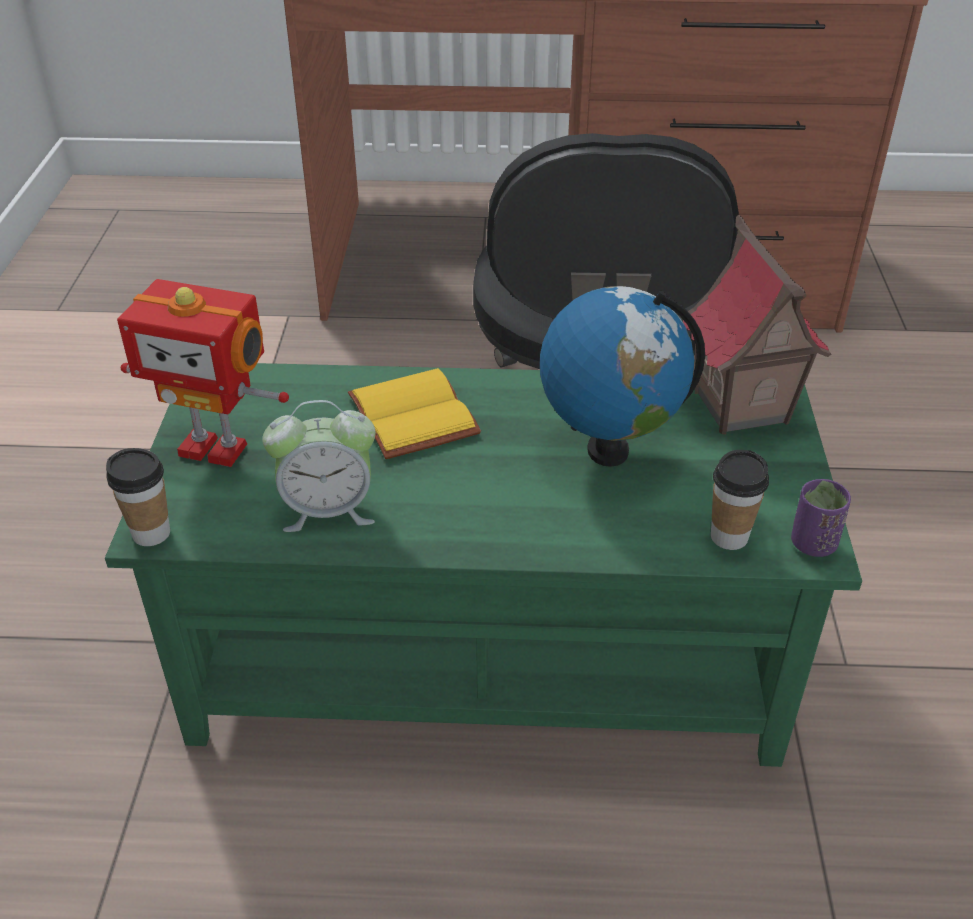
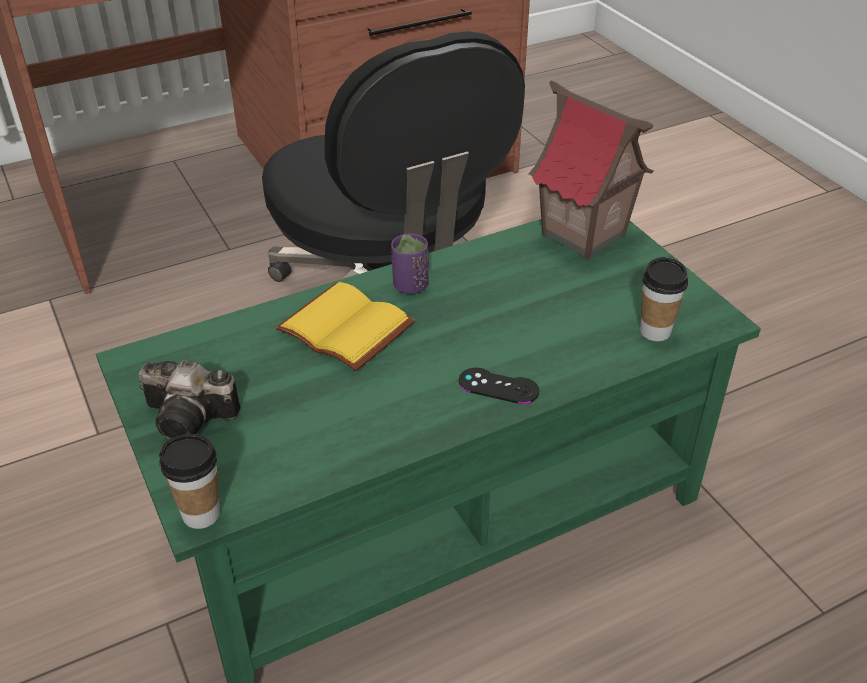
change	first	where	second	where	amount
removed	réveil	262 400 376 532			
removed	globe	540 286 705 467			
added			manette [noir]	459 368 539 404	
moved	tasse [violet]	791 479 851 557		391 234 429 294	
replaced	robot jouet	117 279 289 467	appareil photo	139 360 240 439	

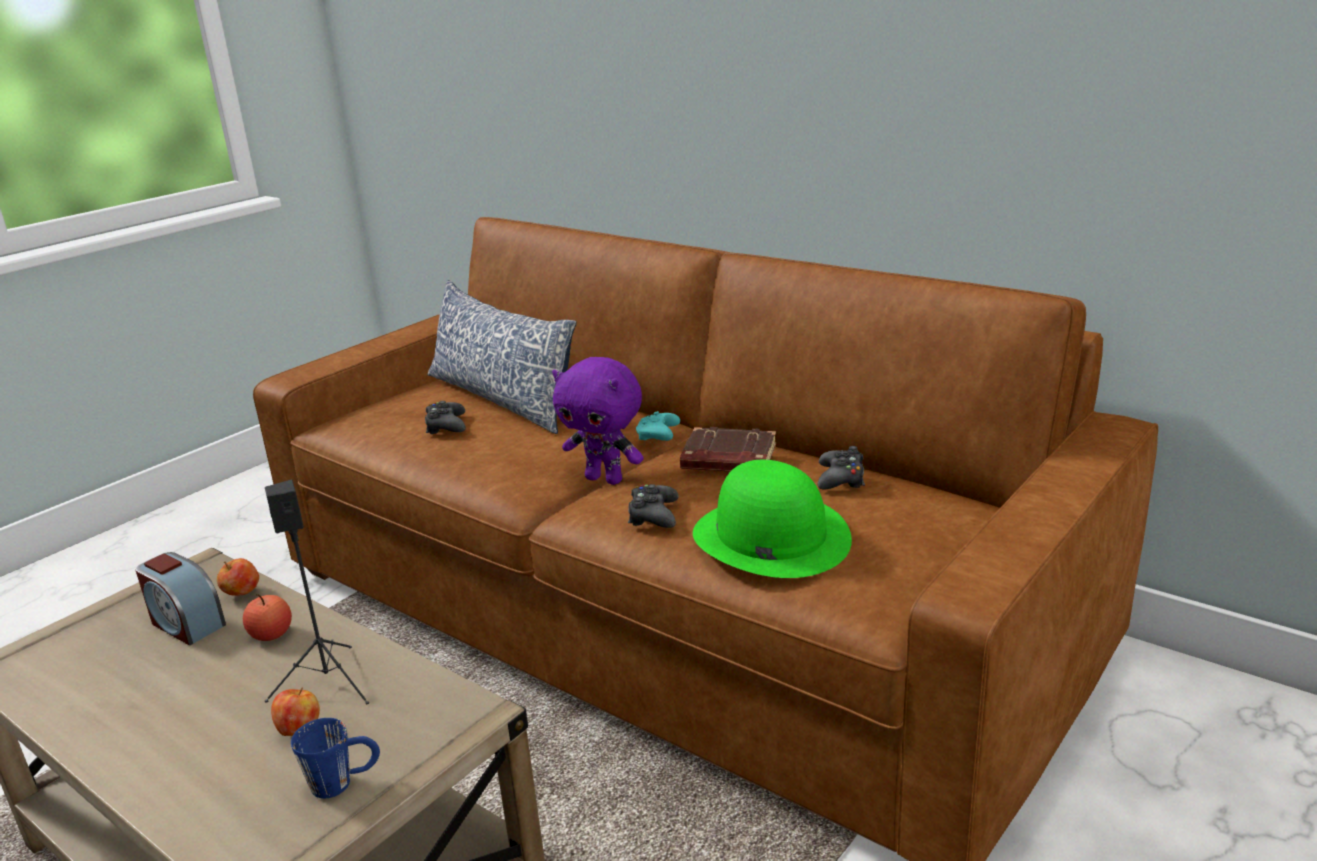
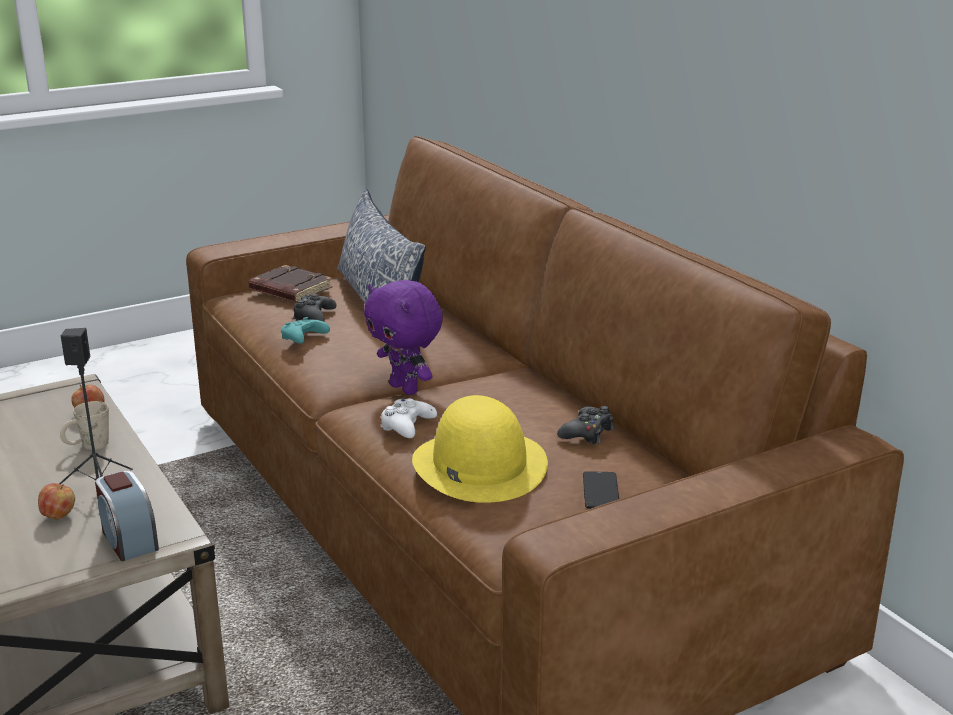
change	first	where	second	where	amount
removed	mug [bleu]	291 718 380 798			
added			téléphone	583 471 619 509	
moved	réveil	135 552 226 645		95 471 159 561	
moved	manette [turquoise]	636 411 680 441		281 317 330 344	
moved	livre [marron]	680 427 776 471		248 265 332 302	
replaced	pomme	243 594 292 641	mug [beige]	60 401 109 450	
recoloured	manette [noir]	628 484 679 528	manette [blanc]	381 398 437 438	
recoloured	chapeau [vert]	693 460 852 578	chapeau [jaune]	412 395 548 503	

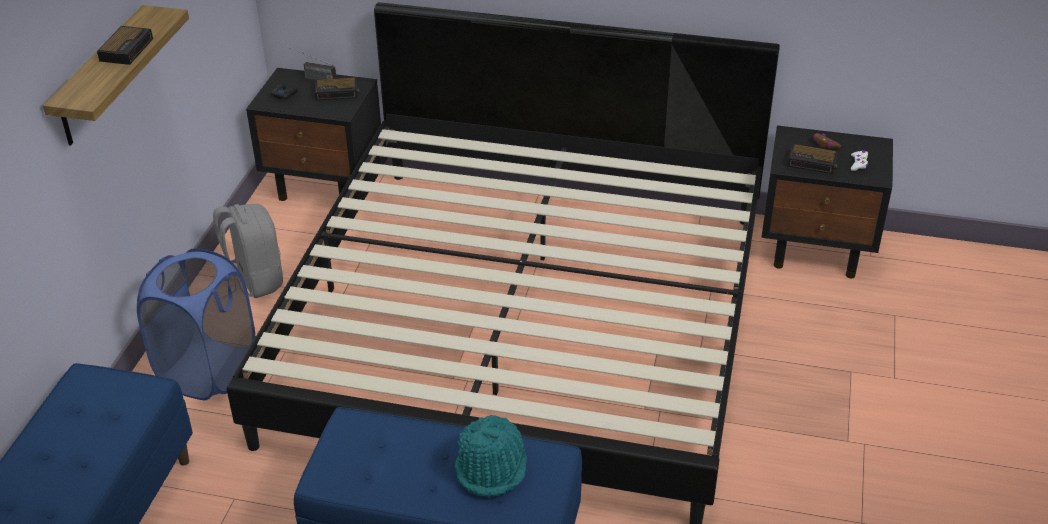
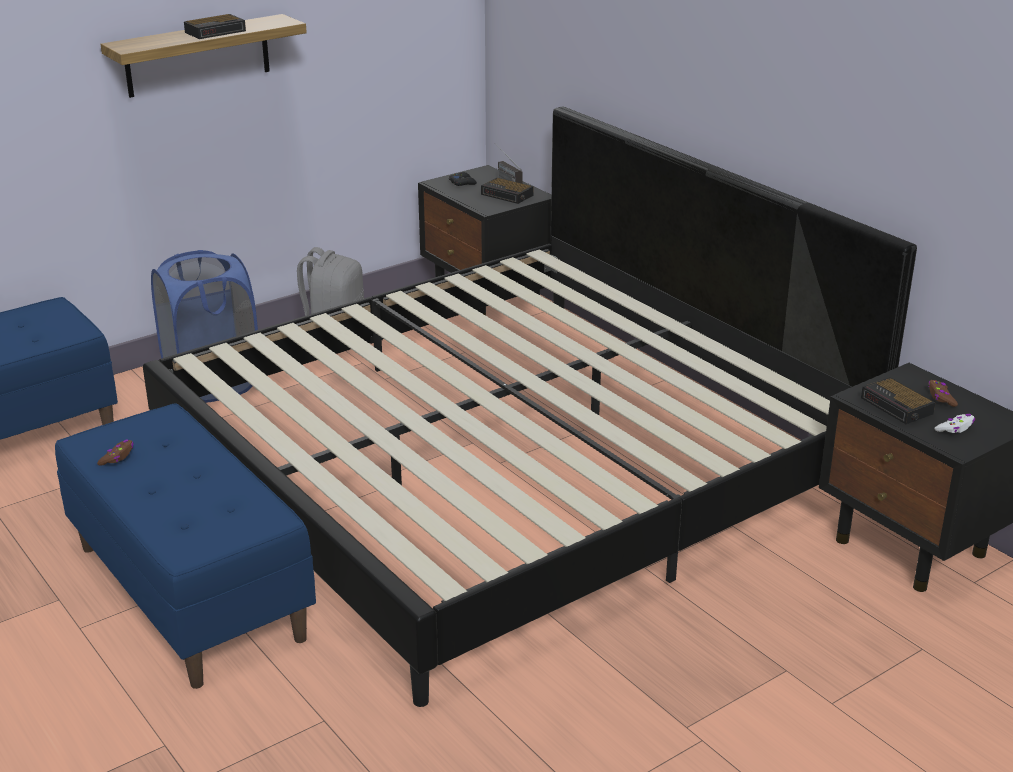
change	first	where	second	where	amount
removed	chapeau [turquoise]	455 415 527 497			
added			manette [marron]	97 439 134 466	

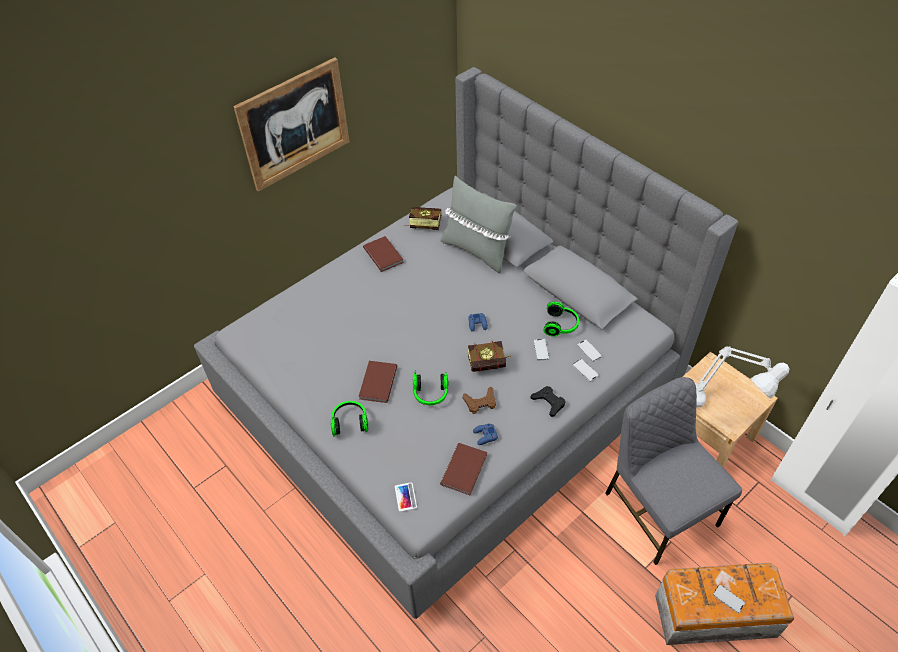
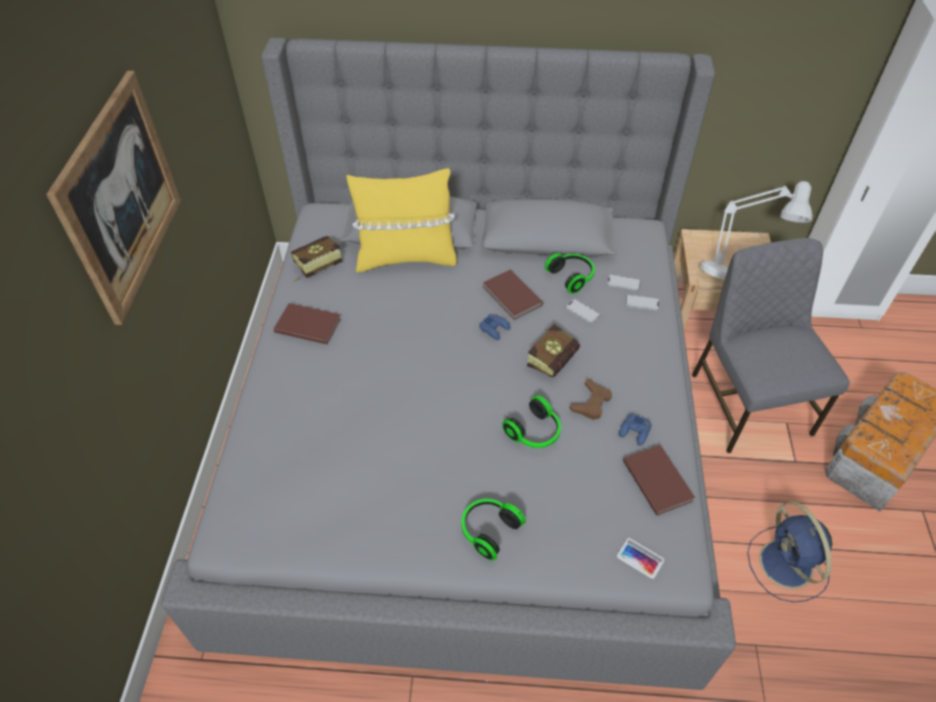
change	first	where	second	where	amount
removed	manette [noir]	530 386 566 417			
removed	téléphone	713 585 745 613			
added			ventilateur [bleu]	747 501 832 602	
moved	livre [marron]	359 361 397 403		483 269 543 320	
recoloured	coussin [gris]	440 176 516 273	coussin [jaune]	346 168 457 272	
turned	chaise [gris]	605 377 742 565		692 238 850 453	60 degrees clockwise

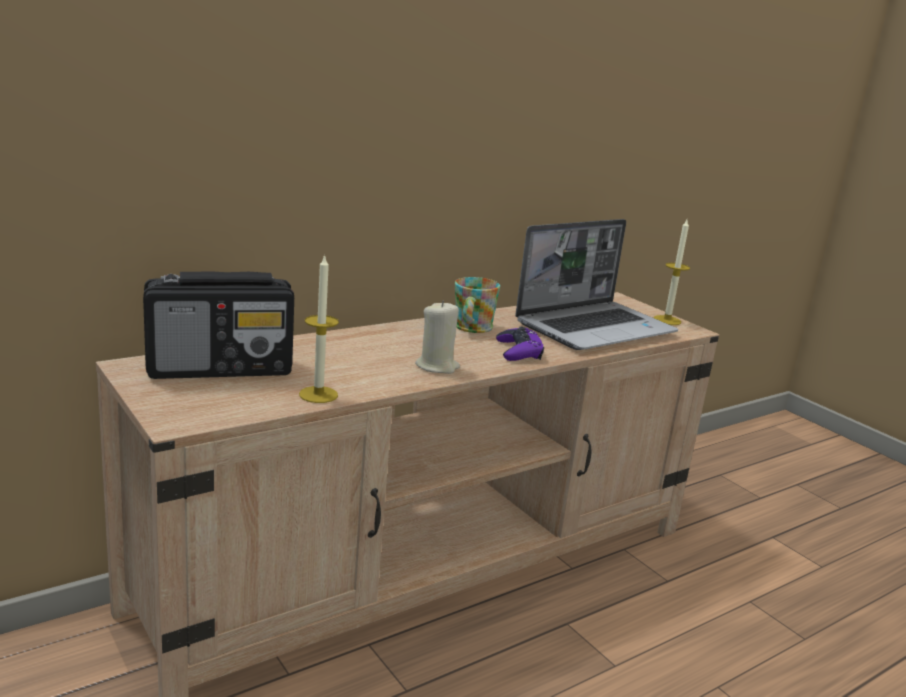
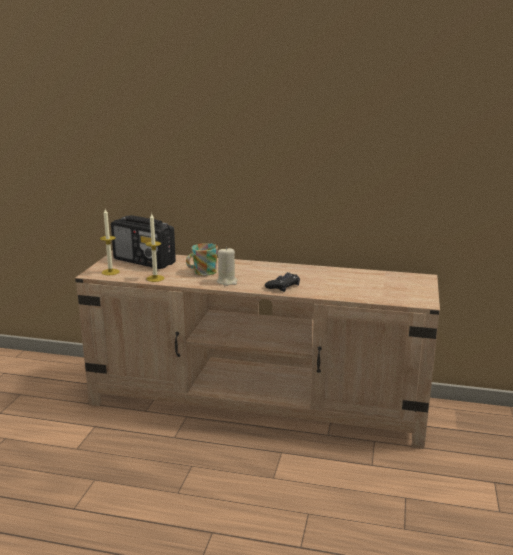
change	first	where	second	where	amount
removed	ordinateur portable	515 219 678 350			
moved	mug	455 277 500 333		186 243 218 276	
moved	bougie	654 220 690 325		100 209 120 275	
recoloured	manette [violet]	496 326 544 361	manette [noir]	265 272 300 292	

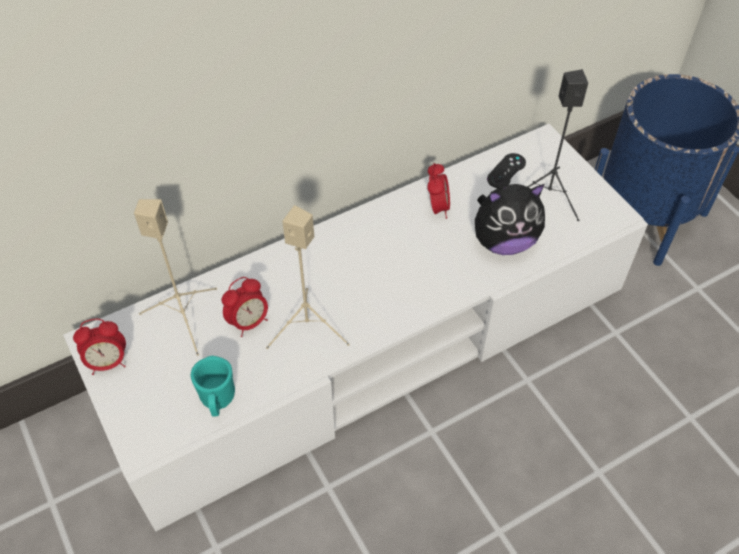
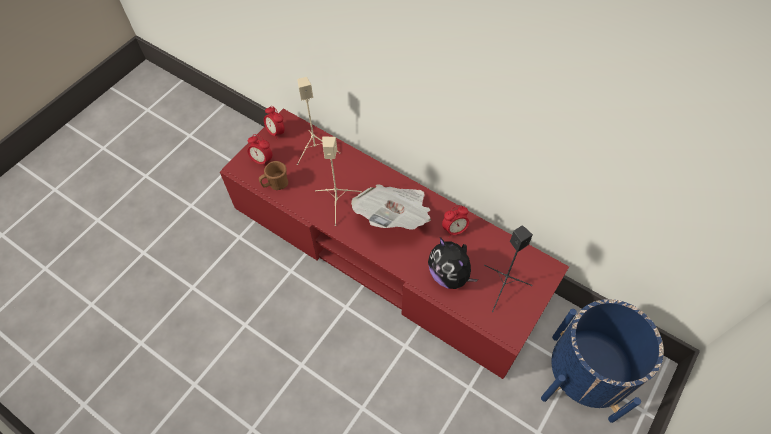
change	first	where	second	where	amount
removed	manette [noir]	487 153 526 188			
added			journal	351 184 431 230	
moved	réveil	221 277 268 337		247 134 272 166	
recoloured	meuble télé [blanc]	63 124 648 532	meuble télé [rouge]	220 109 569 379	
recoloured	mug [turquoise]	191 356 235 417	mug [marron]	259 161 288 190	

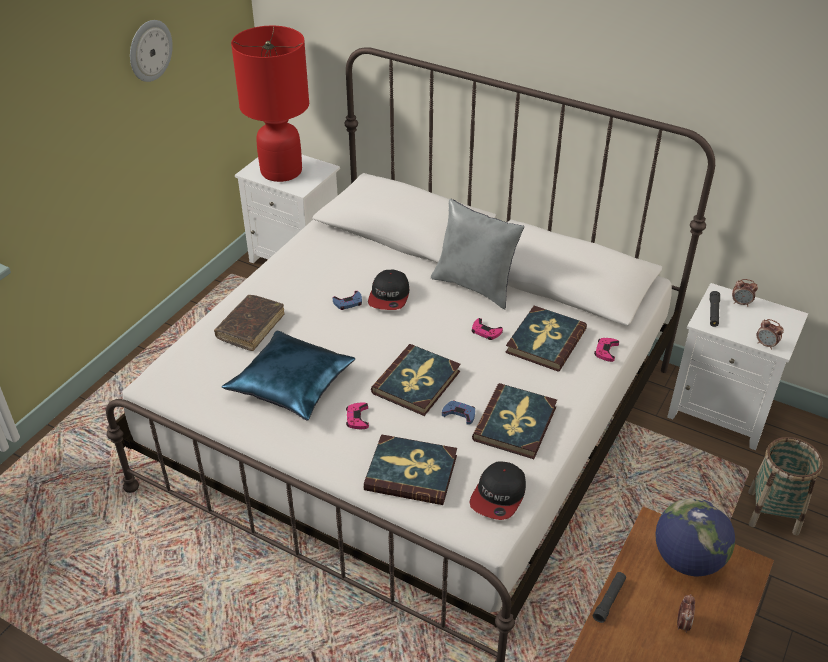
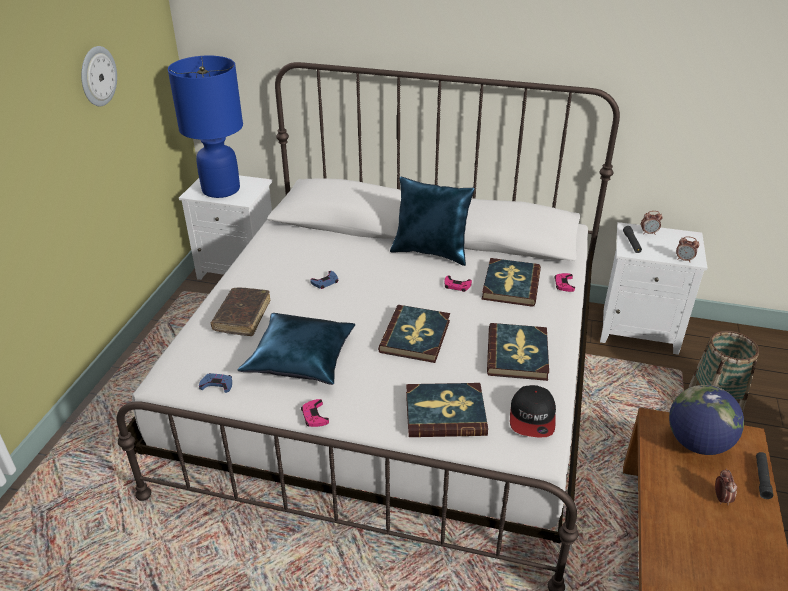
change	first	where	second	where	amount
removed	casquette	368 270 409 310			
moved	manette [rose]	346 402 369 429		301 399 329 427	
moved	manette [bleu]	442 400 475 425		199 373 232 393	
moved	lampe de poche [noir]	593 572 626 623		756 452 773 499	
recoloured	lampe de table [rouge]	231 26 309 182	lampe de table [bleu]	168 56 243 198	
recoloured	coussin [gris]	431 199 524 309	coussin [bleu]	390 177 475 266	

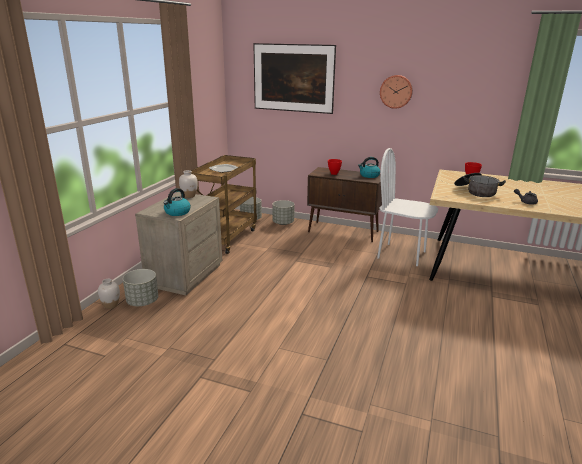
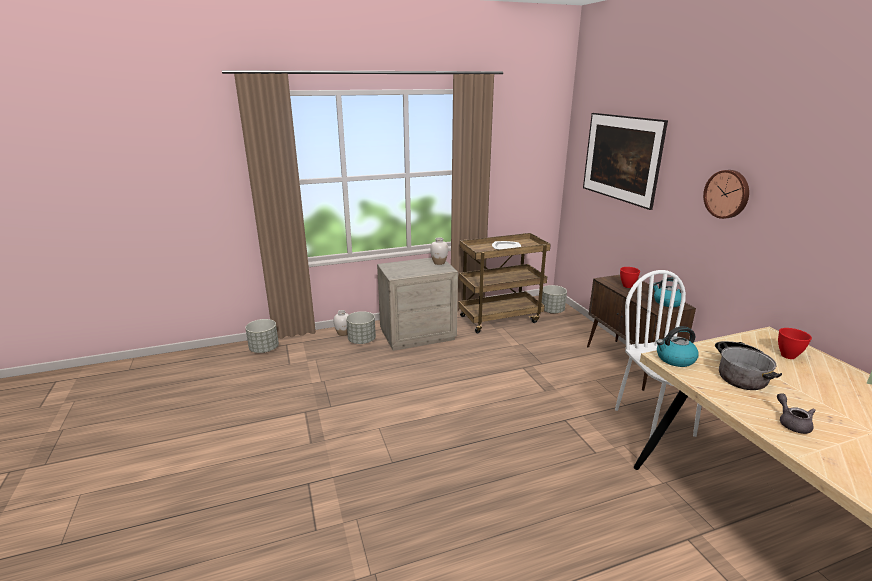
change	first	where	second	where	amount
moved	bouilloire	163 188 191 216		657 326 699 367	
moved	cache-pot [gris]	272 200 295 225		245 319 279 353	

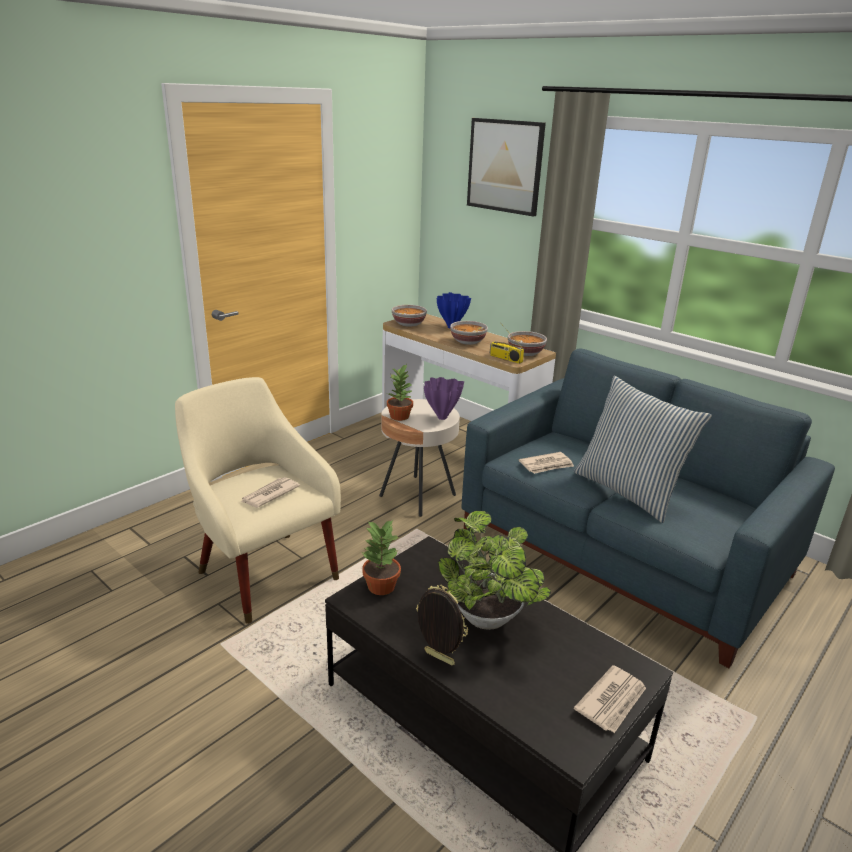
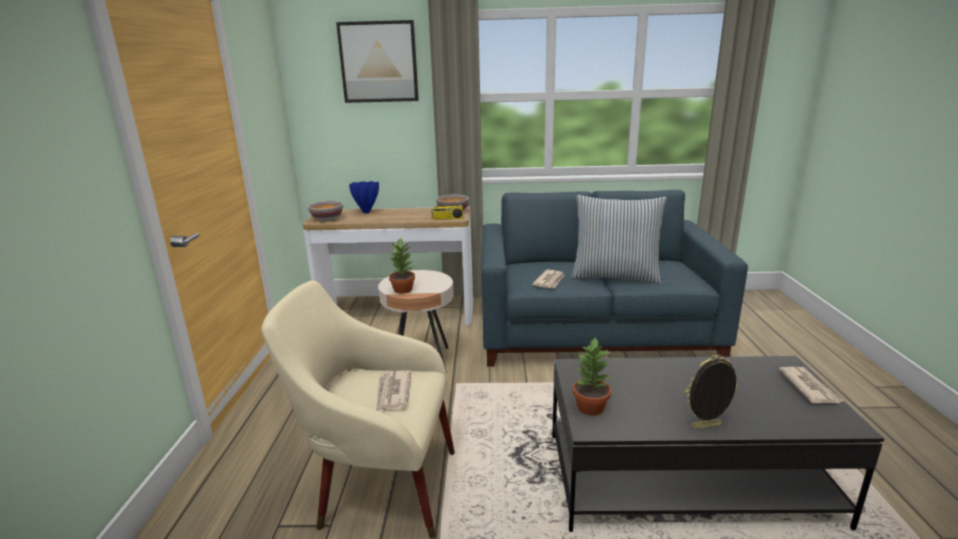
change	first	where	second	where	amount
removed	vase [violet]	424 377 464 420			
removed	plante en pot	438 511 551 630			
removed	bol	450 321 488 345			

